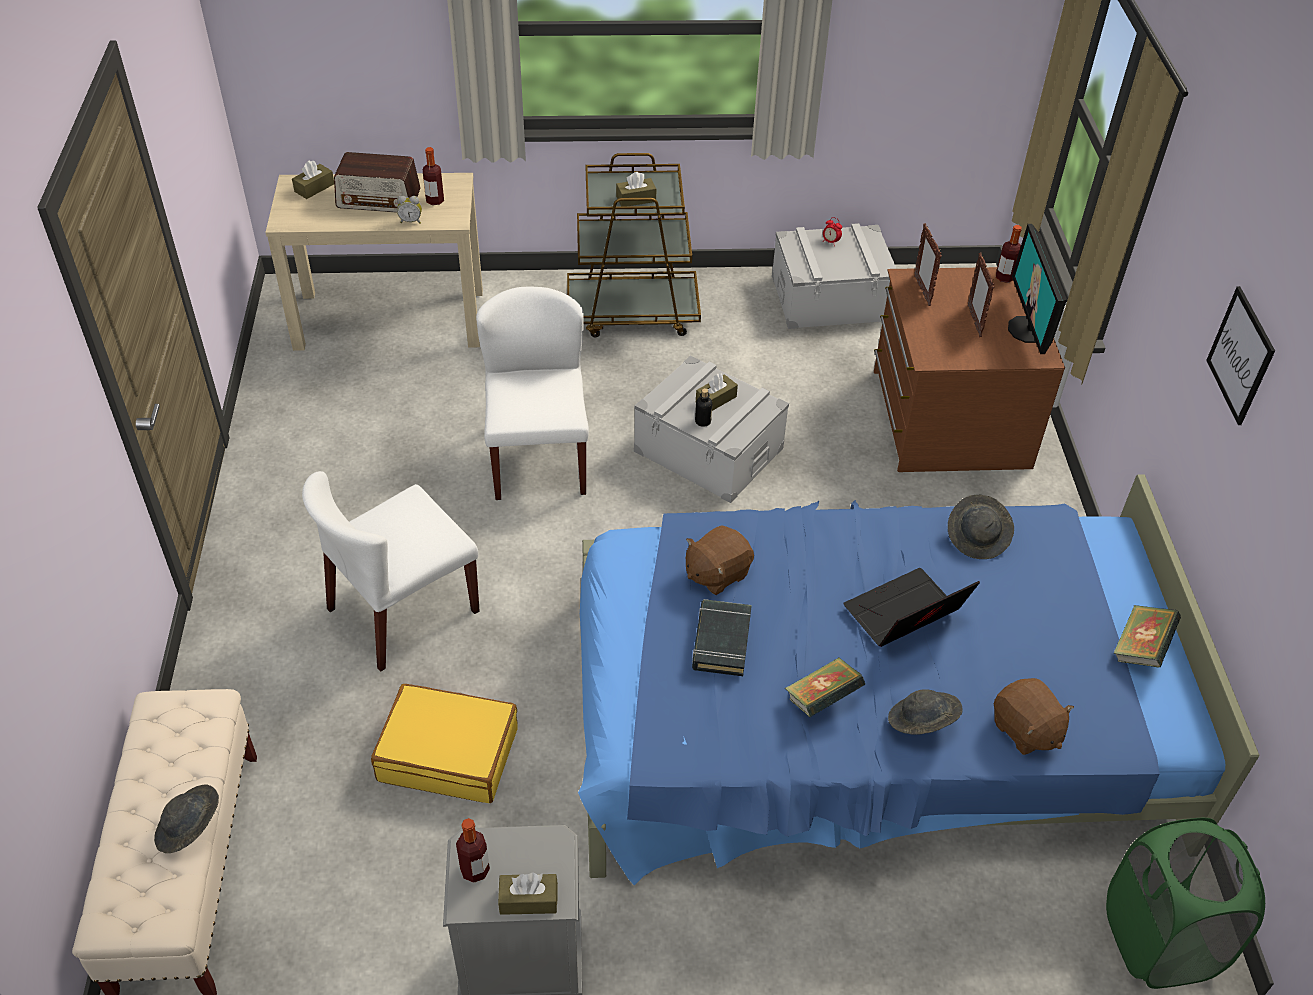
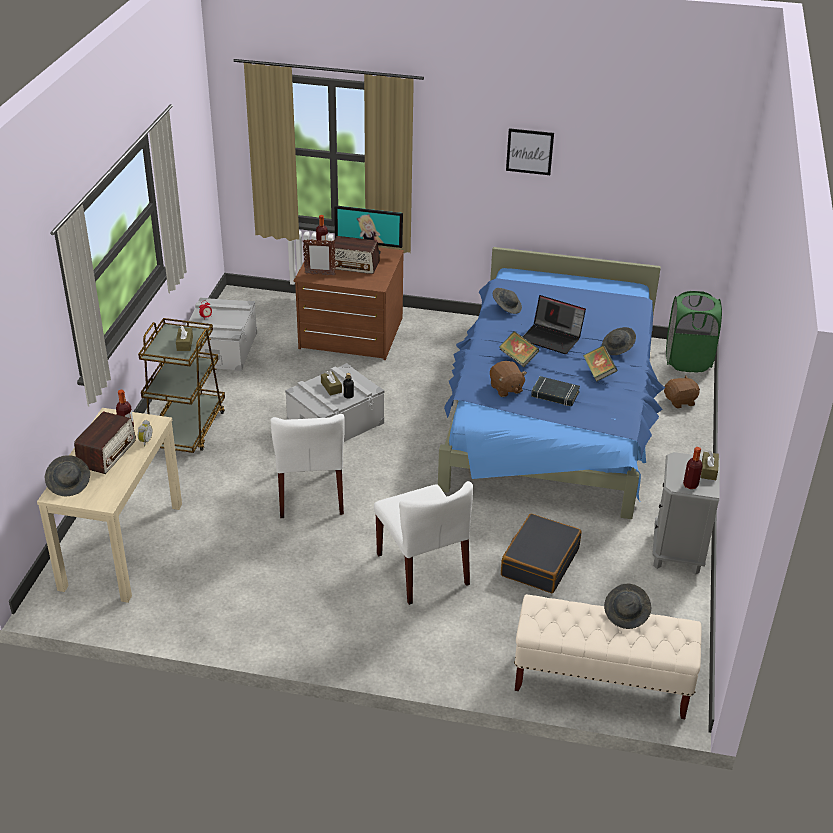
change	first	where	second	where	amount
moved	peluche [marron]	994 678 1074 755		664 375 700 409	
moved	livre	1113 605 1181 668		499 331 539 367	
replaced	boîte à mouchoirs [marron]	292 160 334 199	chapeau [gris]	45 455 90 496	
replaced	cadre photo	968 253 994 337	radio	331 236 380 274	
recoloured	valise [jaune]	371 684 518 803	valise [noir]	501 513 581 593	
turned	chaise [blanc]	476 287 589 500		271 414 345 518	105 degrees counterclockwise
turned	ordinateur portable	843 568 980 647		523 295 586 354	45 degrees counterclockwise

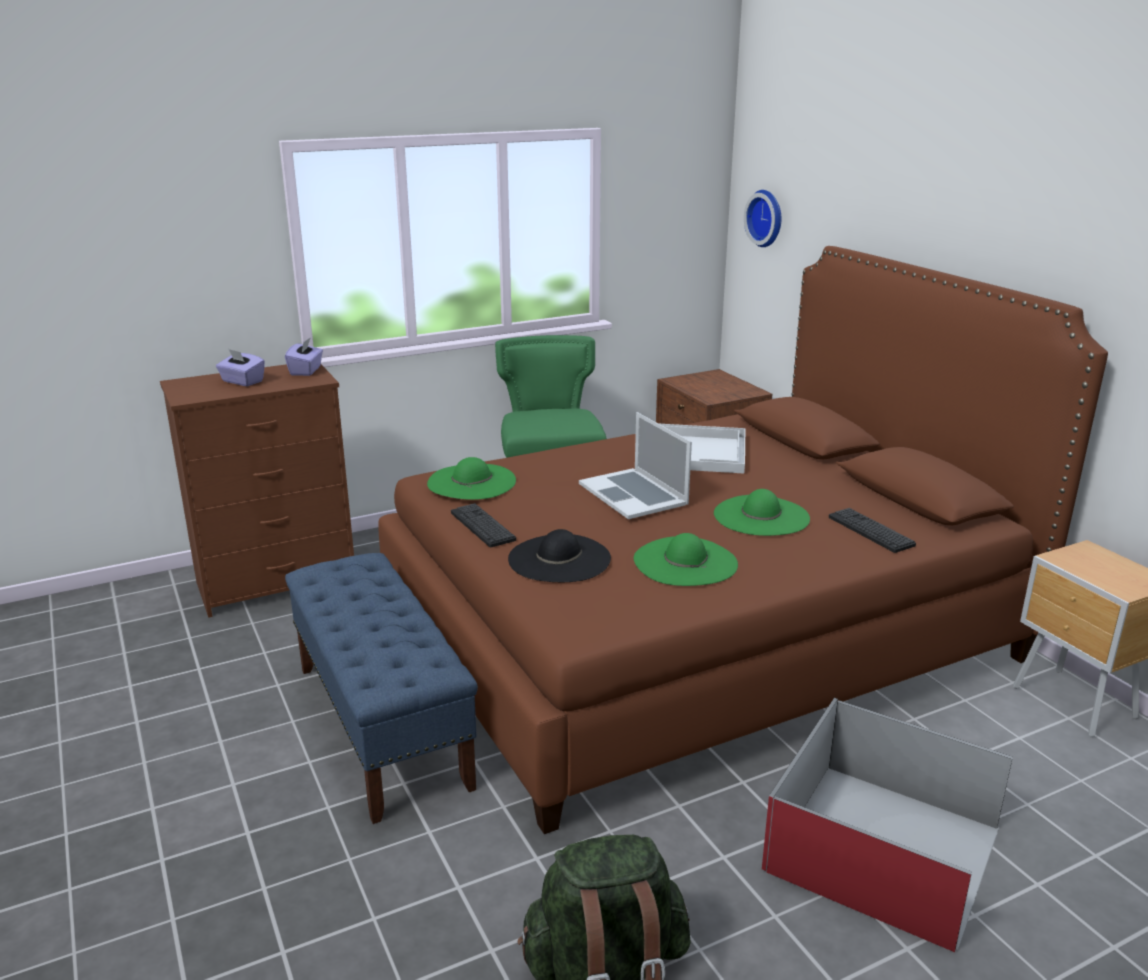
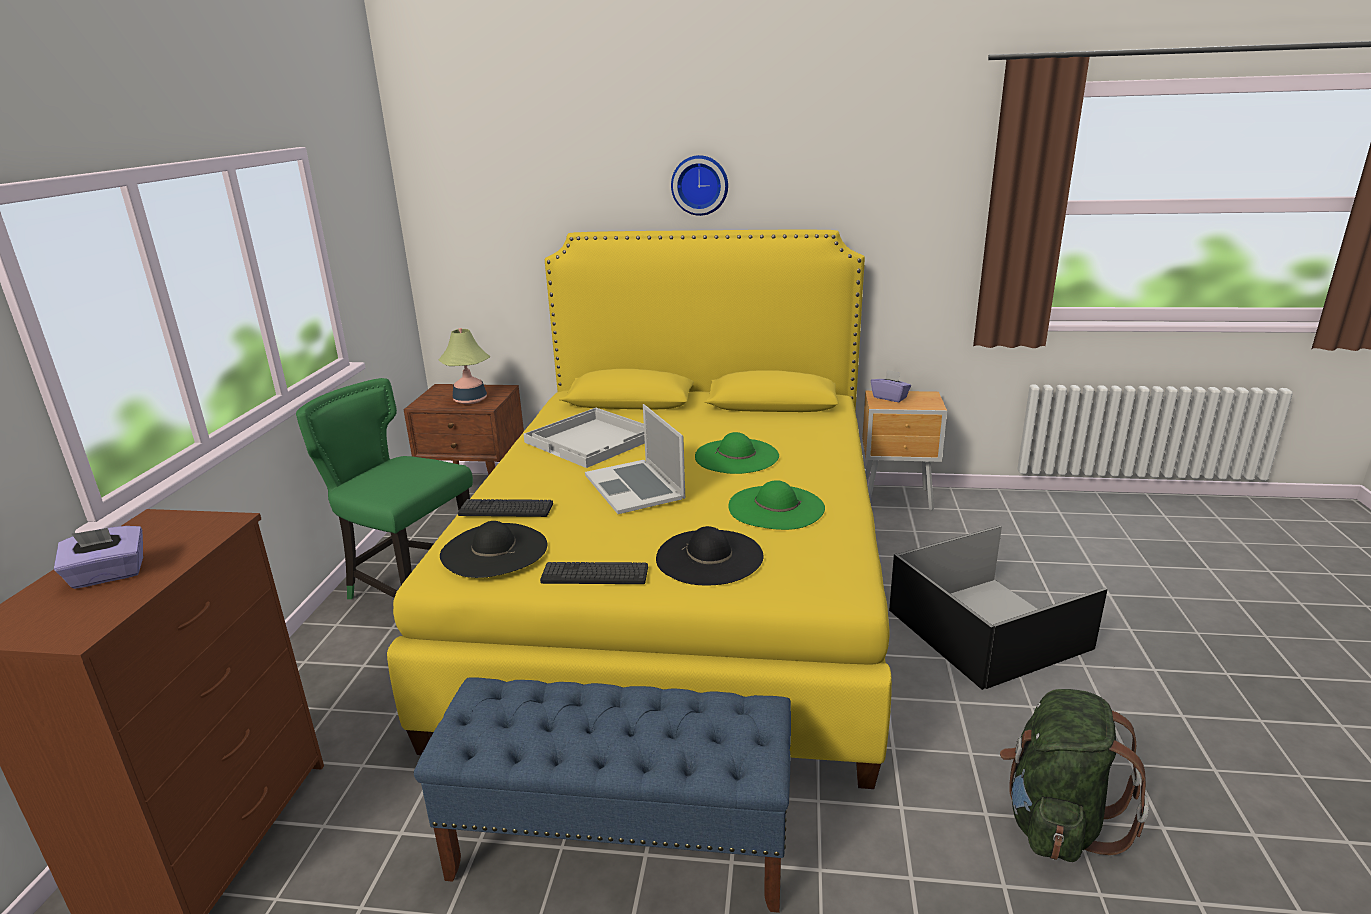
change	first	where	second	where	amount
added			lampe de table	439 328 490 404	
moved	boîte à mouchoirs [violet]	285 337 323 376		871 370 911 402	
moved	horloge murale	744 190 782 247		671 155 728 216	
moved	clavier	829 508 916 553		458 499 553 517	
recoloured	lit [marron]	379 246 1108 834	lit [jaune]	387 230 892 789	
recoloured	chapeau [vert]	427 457 516 500	chapeau [noir]	440 521 547 578	
recoloured	boîte de rangement [rouge]	762 698 1013 952	boîte de rangement [noir]	889 526 1108 690	
turned	ordinateur portable	579 412 692 519		585 404 685 514	60 degrees clockwise

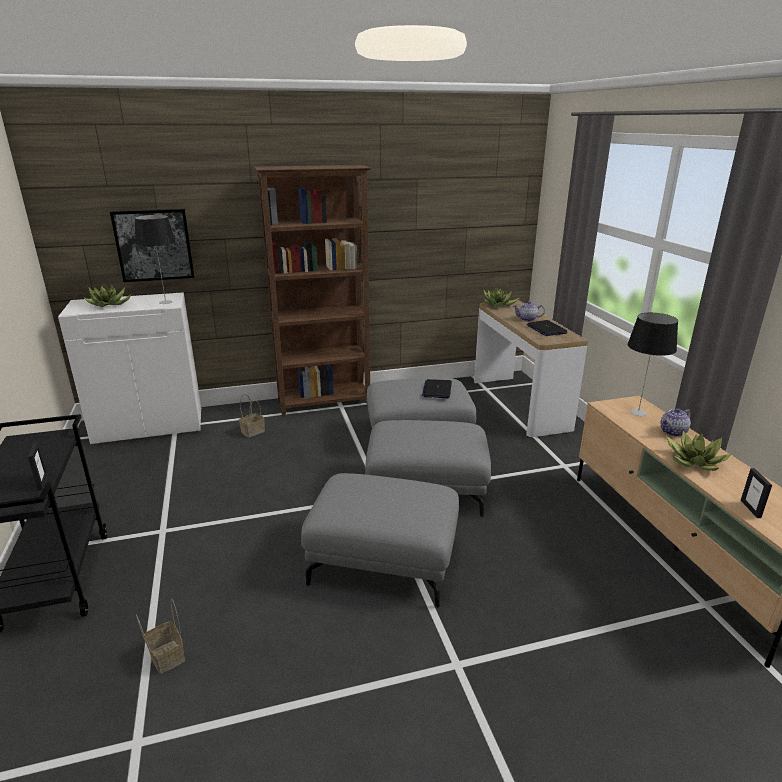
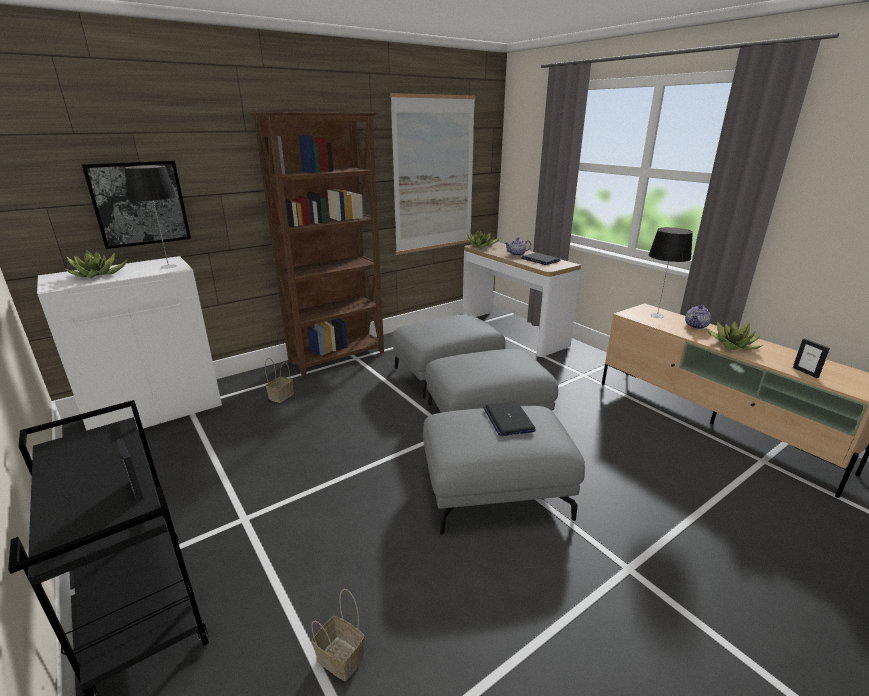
change	first	where	second	where	amount
added			tableau	390 93 476 255	
moved	ordinateur portable	422 379 452 398		483 401 536 436	

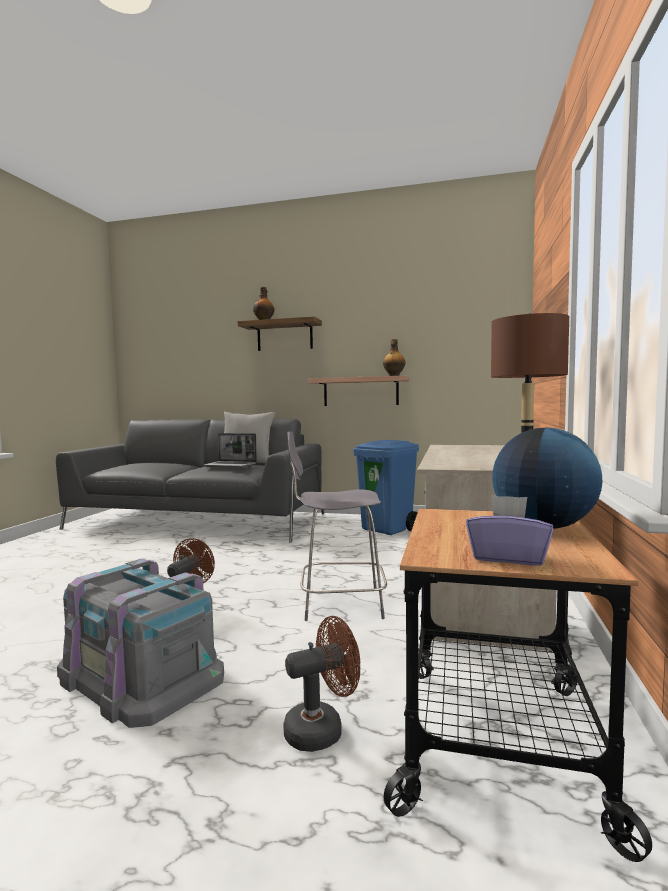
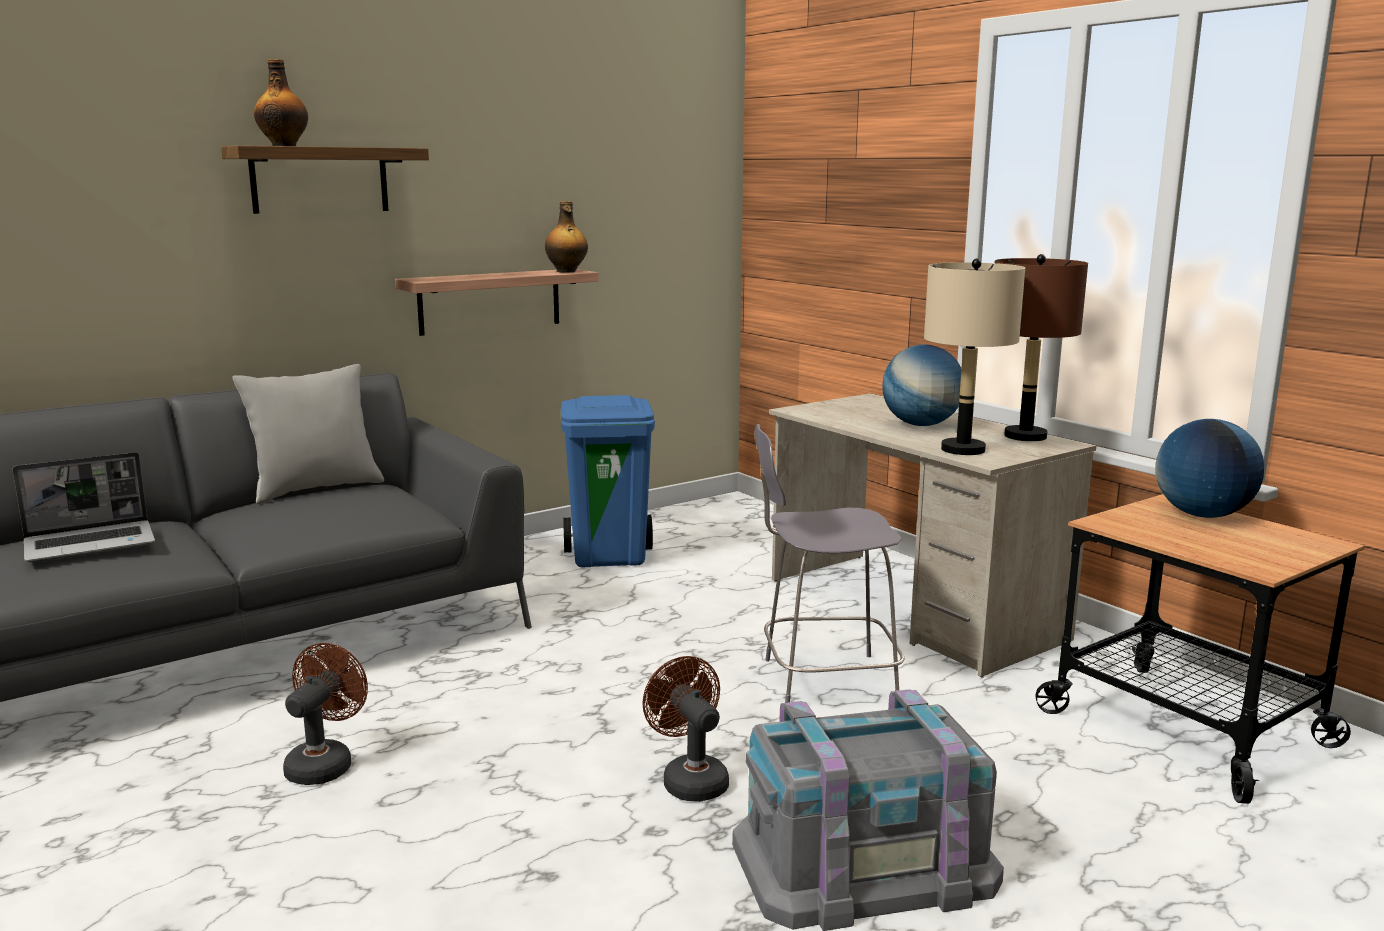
change	first	where	second	where	amount
removed	boîte à mouchoirs [violet]	466 495 554 566			
added			globe	883 344 961 426	
added			lampe de table [beige]	924 259 1025 455	
moved	ordinateur portable	204 433 257 468		13 452 155 562	
moved	ventilateur [marron]	283 616 360 752		283 643 368 785	
turned	chaise [gris]	287 432 387 621		755 424 904 703	45 degrees clockwise

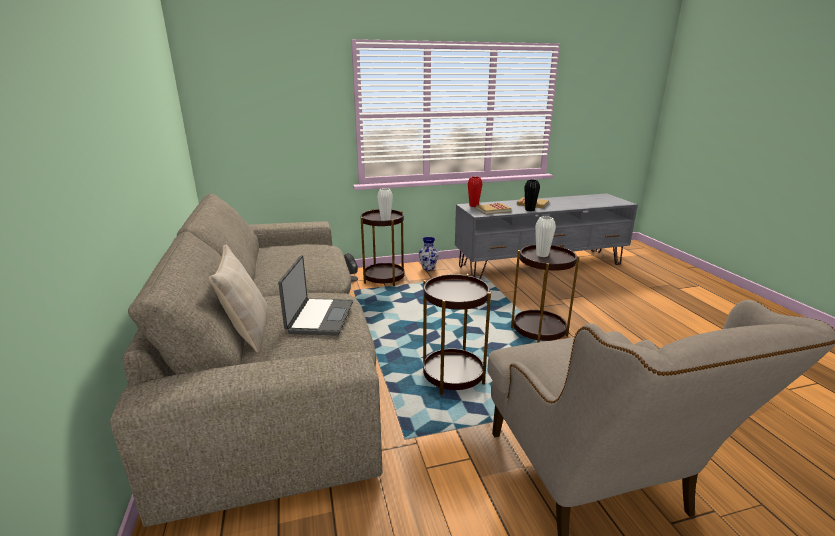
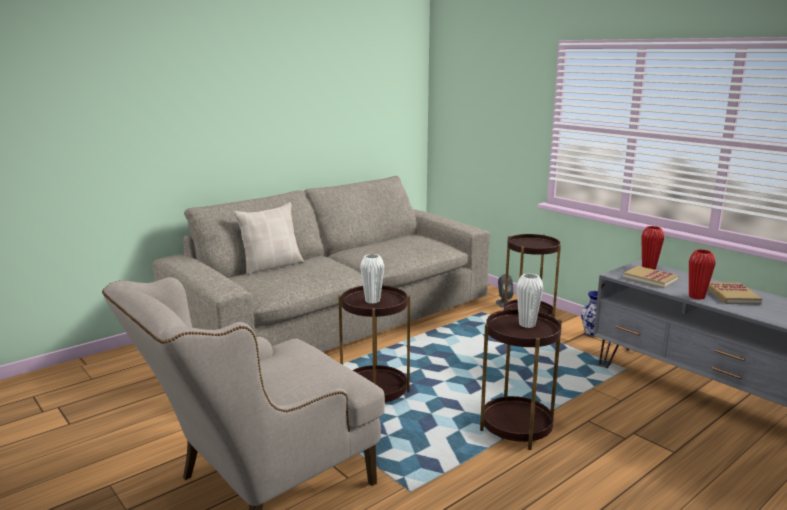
change	first	where	second	where	amount
removed	ordinateur portable	278 255 353 336			
moved	vase [blanc]	377 188 393 221		360 254 384 304	
recoloured	vase [noir]	524 180 540 211	vase [rouge]	689 249 716 300	

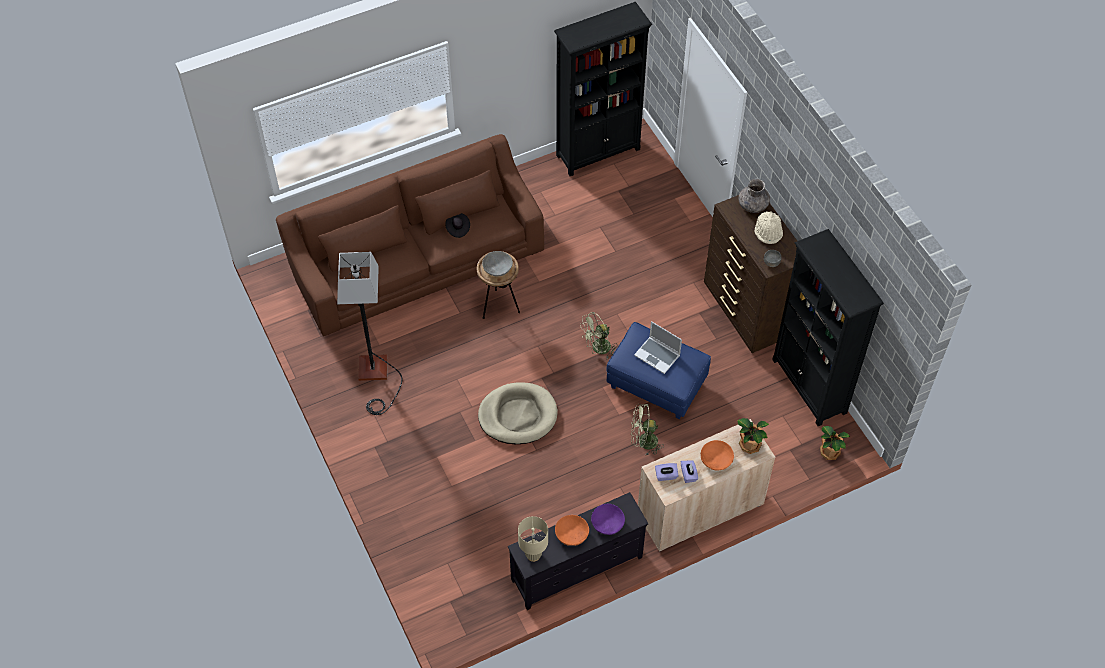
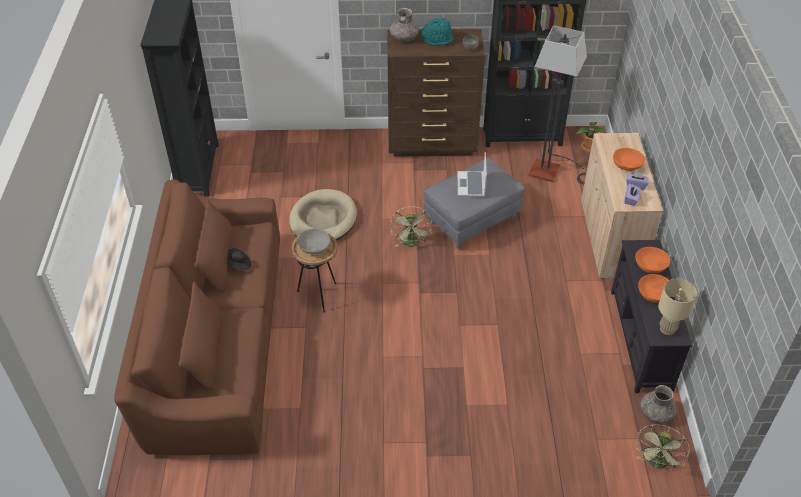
change	first	where	second	where	amount
removed	plante en pot	737 418 769 454			
added			vase [gris]	640 385 677 423	
moved	lampadaire	337 252 402 415		528 25 587 185	
moved	panier pour chien [beige]	478 382 558 444		289 189 357 240	
moved	ventilateur [vert]	631 404 664 456		635 424 690 471	
recoloured	bol [violet]	591 504 625 535	bol [orange]	635 247 670 273	
recoloured	pouf [bleu]	606 322 711 419	pouf [gris]	424 158 525 249	
recoloured	chapeau [beige]	754 211 783 244	chapeau [turquoise]	422 18 453 46	
turned	ordinateur portable	634 321 682 374		457 152 487 197	120 degrees clockwise

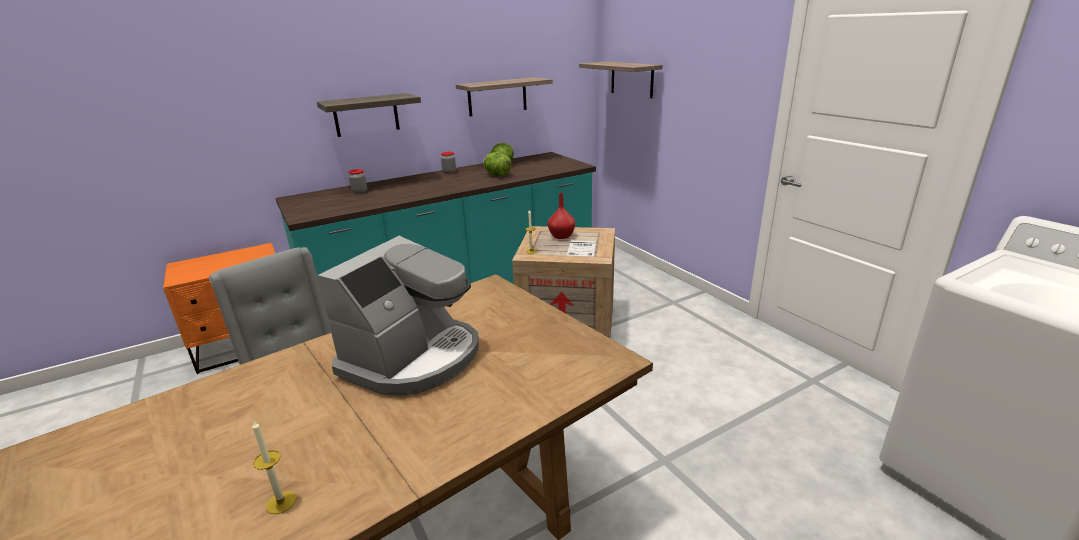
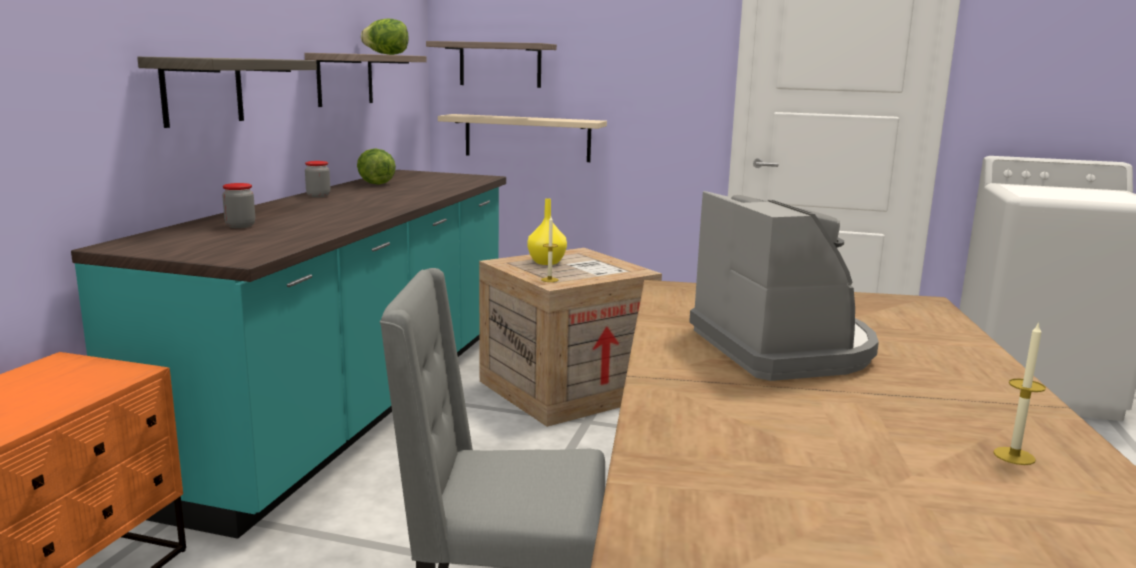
change	first	where	second	where	amount
added			étagère [beige]	438 114 607 162	
moved	laitue	483 152 511 176		361 19 408 55	
recoloured	vase [rouge]	548 193 575 239	vase [jaune]	527 198 567 265	

